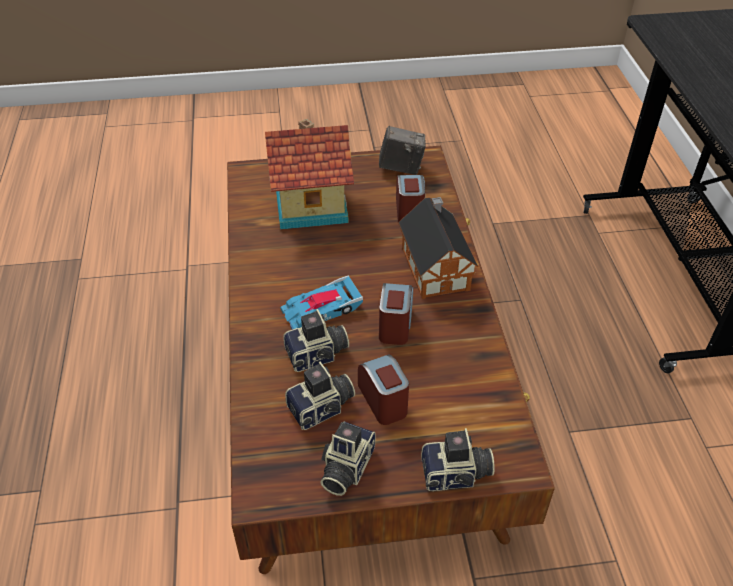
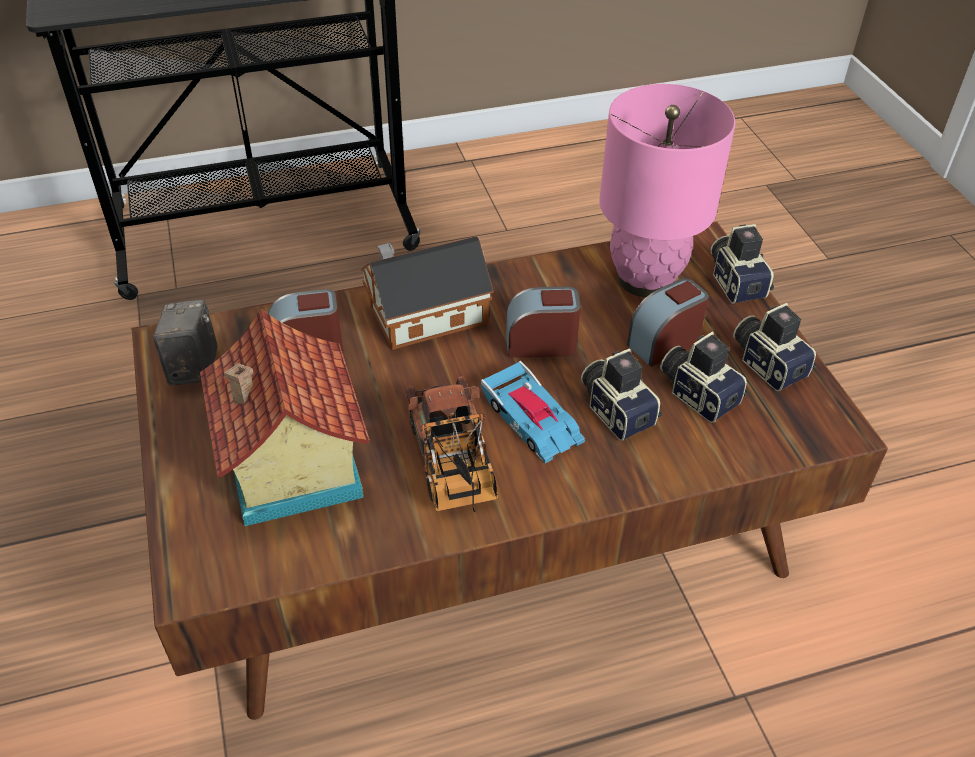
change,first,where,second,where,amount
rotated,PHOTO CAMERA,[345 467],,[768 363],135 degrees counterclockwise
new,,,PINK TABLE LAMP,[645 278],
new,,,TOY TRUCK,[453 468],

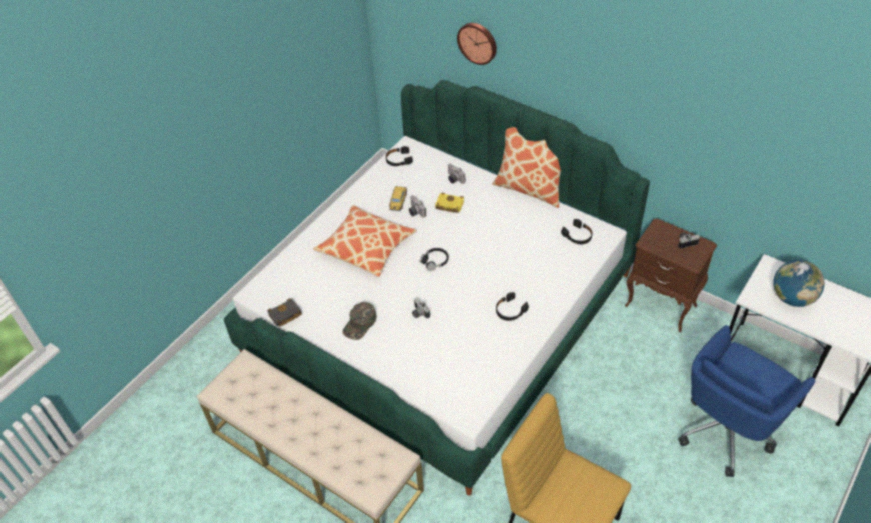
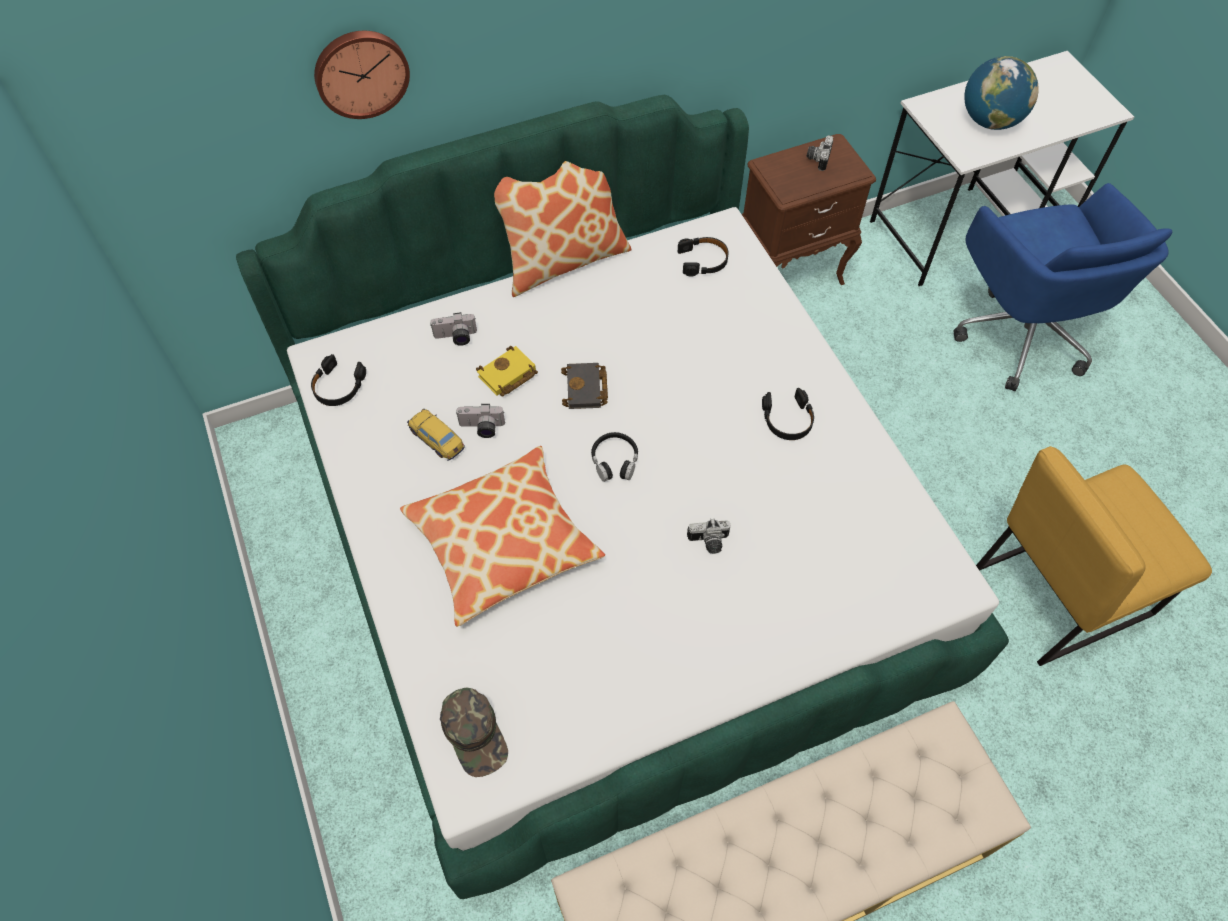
change,first,where,second,where,amount
shifted,BLACK BOOK,[285 315],,[586 390],
shifted,GREEN CAP,[360 324],,[475 734],

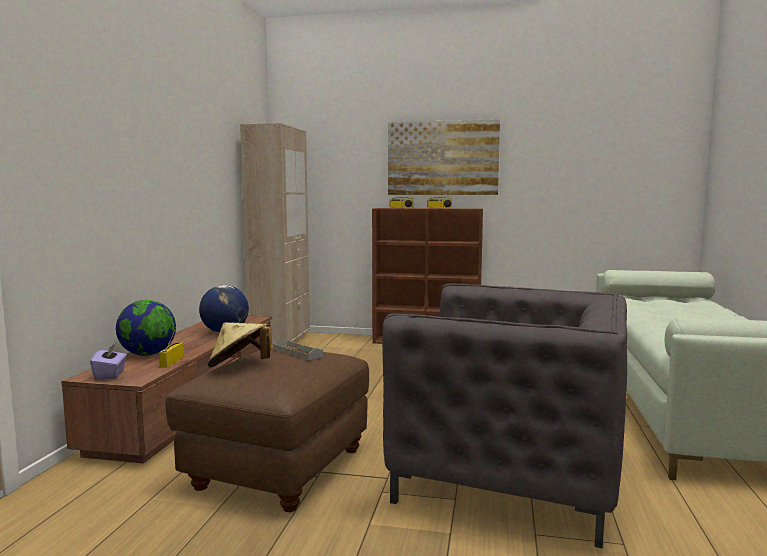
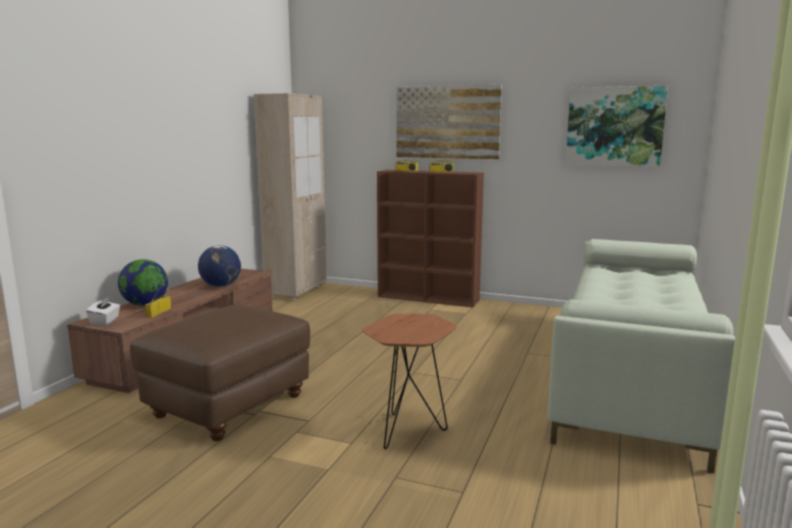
change,first,where,second,where,amount
swapped,GREY ARMCHAIR,[509 478],BROWN SIDE TABLE,[409 429],
gone,BEIGE HAT,[240 366],,,
gone,GREY TRAY,[297 352],,,
repainted,PURPLE TISSUE BOX,[110 375],WHITE TISSUE BOX,[105 321],
new,,,PICTURE,[614 126],

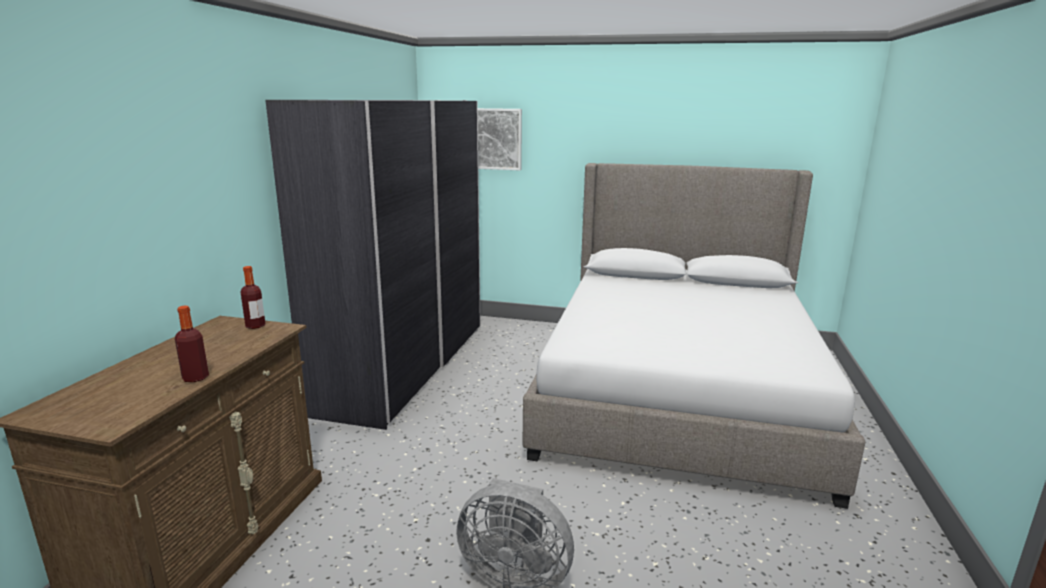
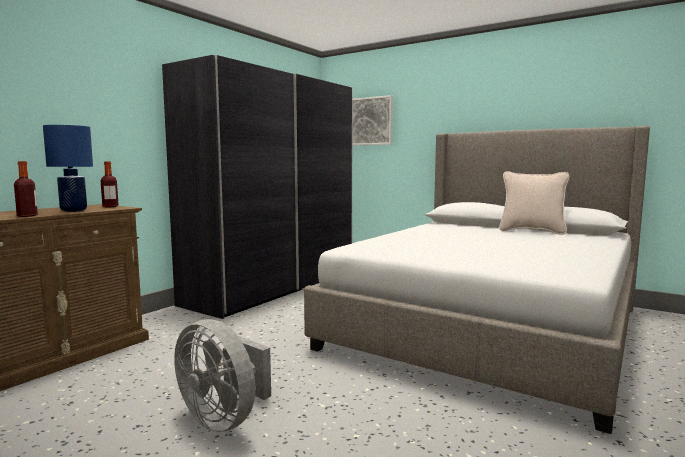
change,first,where,second,where,amount
new,,,BLUE TABLE LAMP,[73 211],
new,,,BEIGE PILLOW,[532 231],

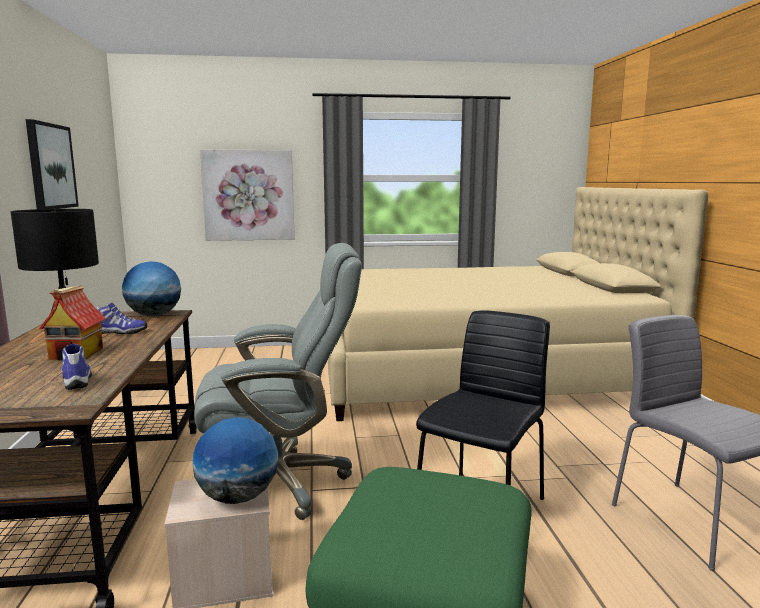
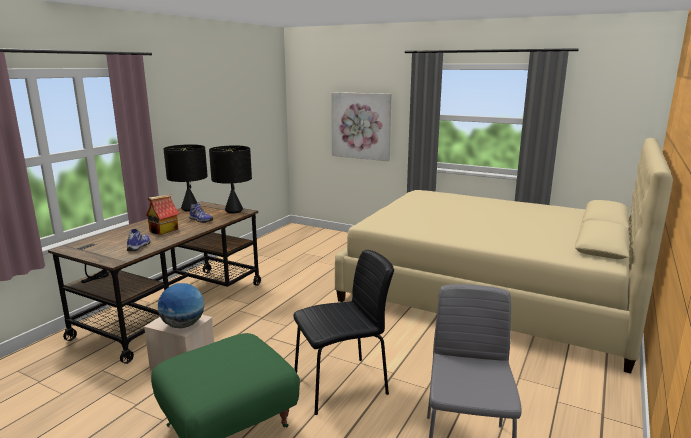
change,first,where,second,where,amount
gone,PICTURE,[50 166],,,
gone,GREY OFFICE CHAIR,[282 485],,,
swapped,GLOBE,[154 315],BLACK TABLE LAMP,[234 211],

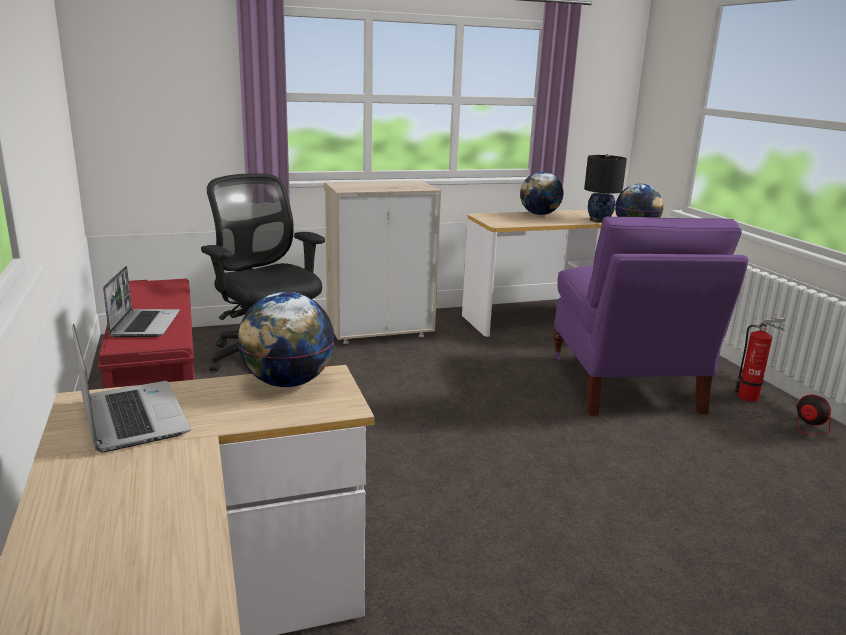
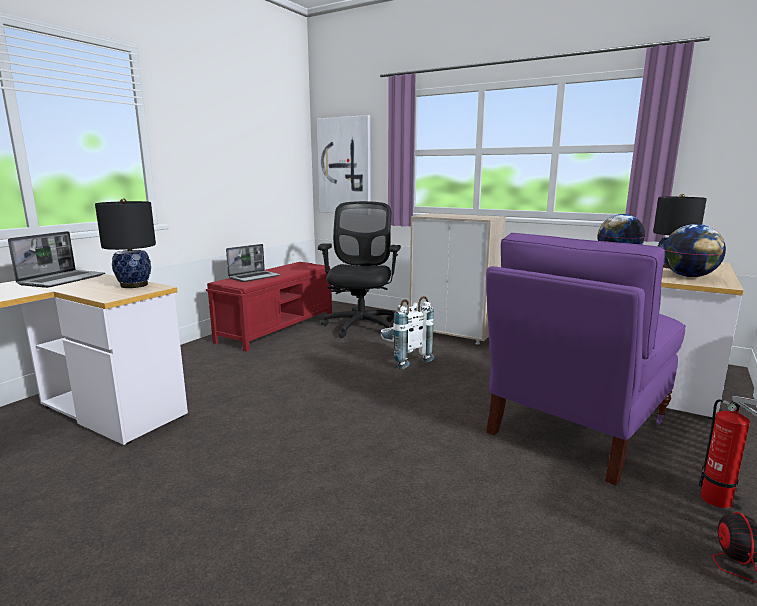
change,first,where,second,where,amount
swapped,GLOBE,[287 382],BLACK TABLE LAMP,[134 285],
new,,,PICTURE,[345 166],
new,,,WHITE BACKPACK,[403 360],

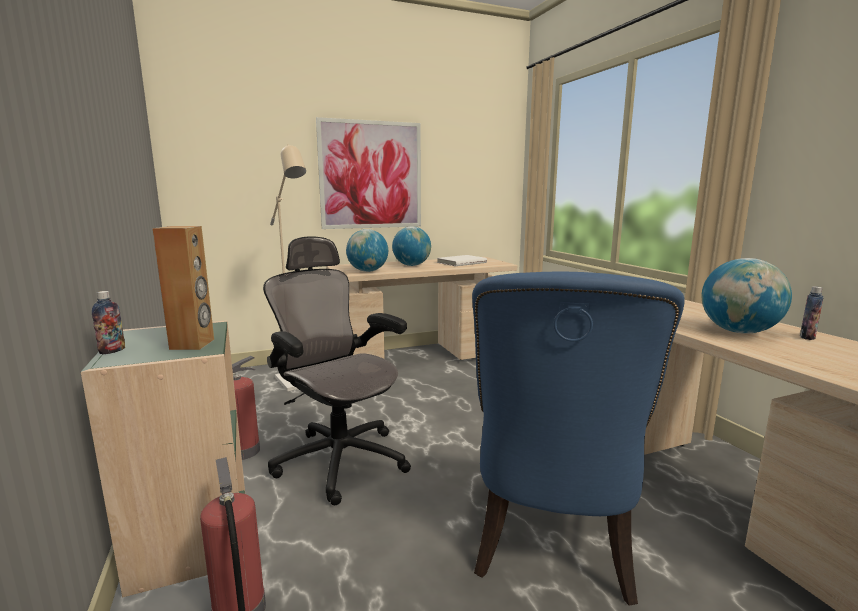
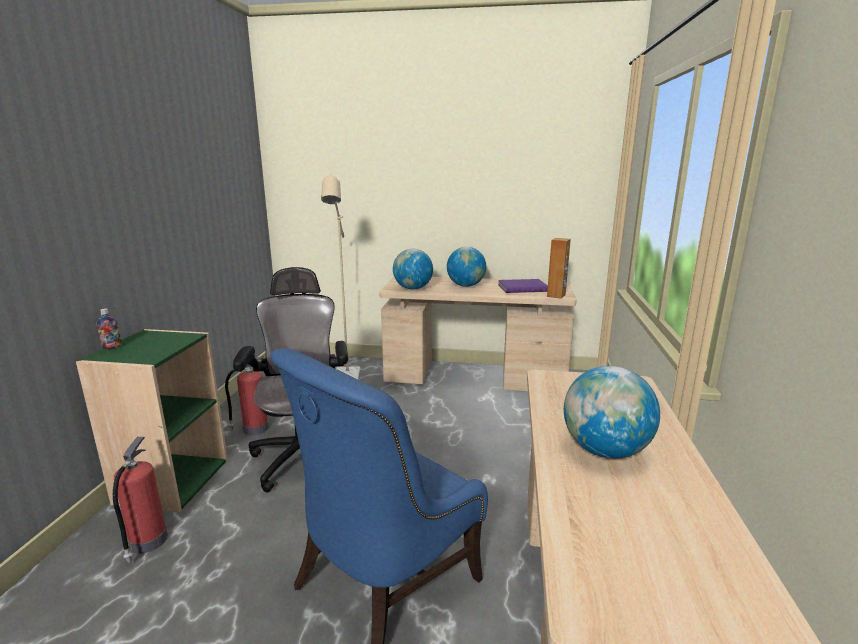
change,first,where,second,where,amount
gone,PICTURE,[371 175],,,
shifted,BROWN SPEAKER,[193 344],,[556 295],
repainted,WHITE BOOK,[461 262],PURPLE BOOK,[522 288],
gone,BOTTLE,[807 337],,,

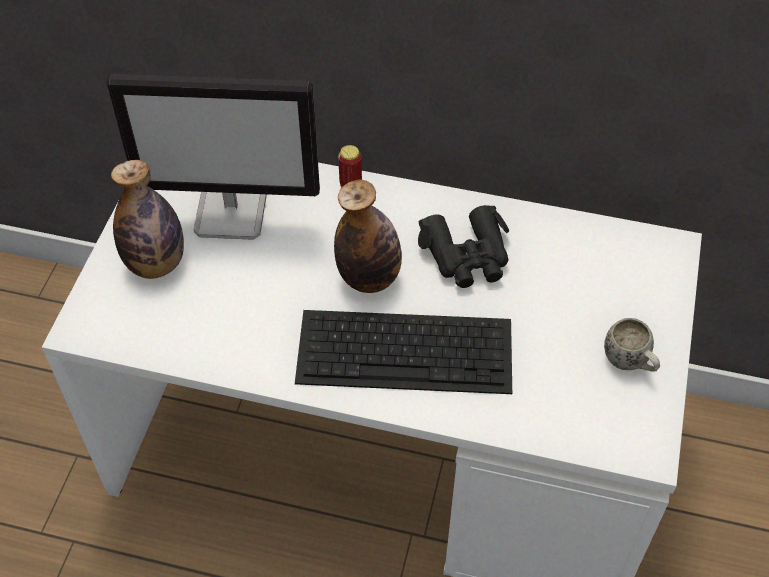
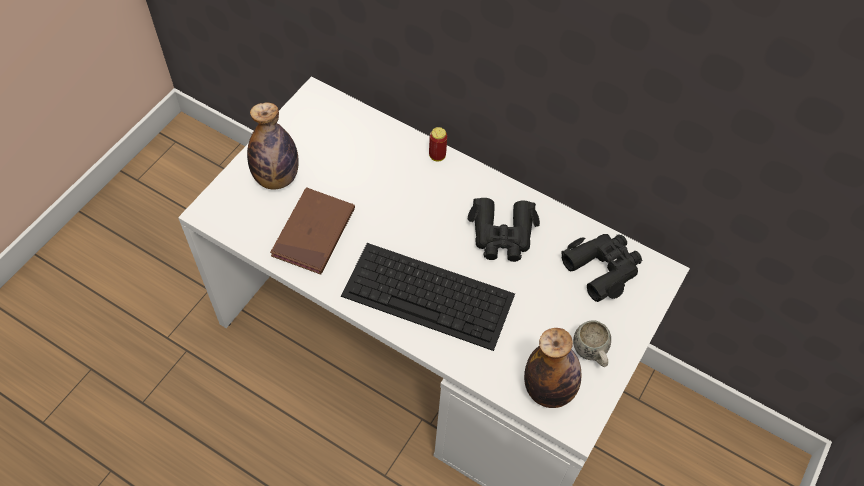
change,first,where,second,where,amount
gone,MONITOR,[233 213],,,
shifted,BOTTLE,[369 278],,[548 389],
new,,,BROWN BOOK,[314 233],
new,,,BLACK BINOCULARS,[602 268],

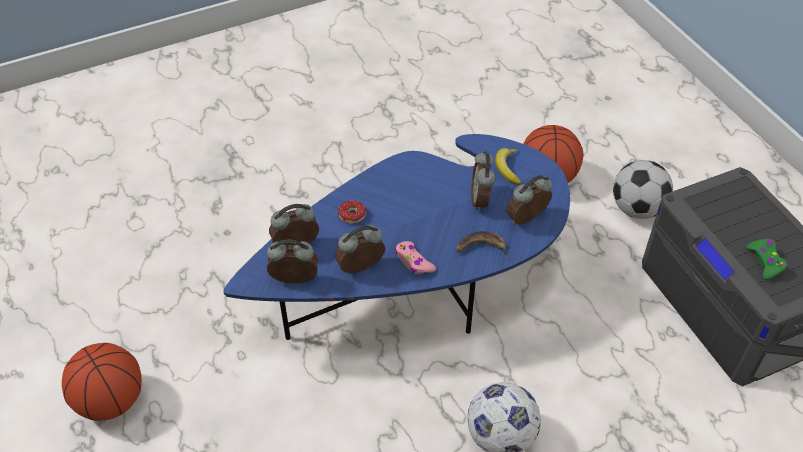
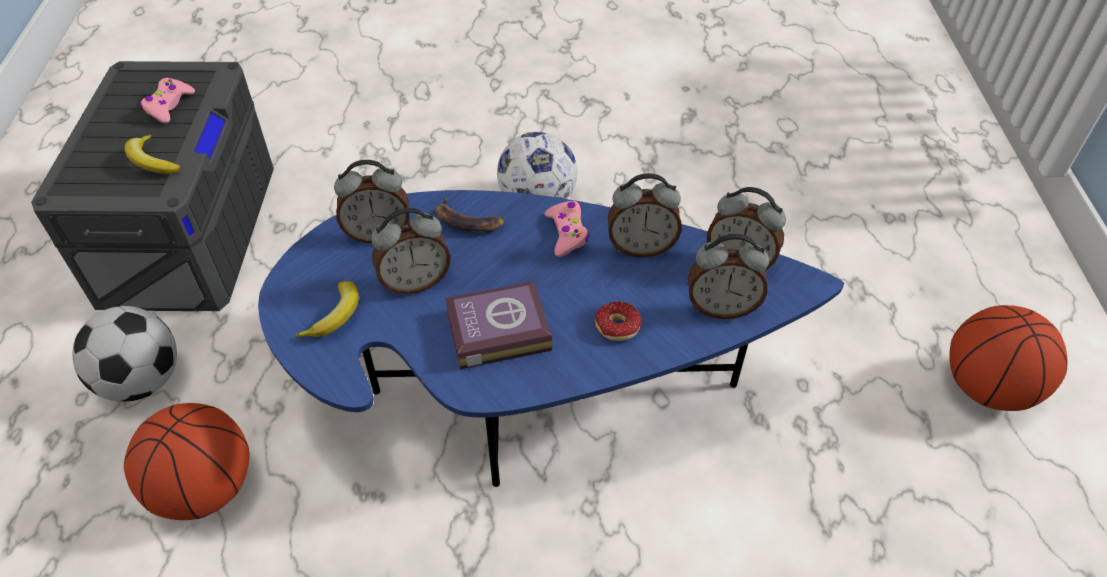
change,first,where,second,where,amount
rotated,ALARM CLOCK,[481 200],,[415 282],45 degrees clockwise
repainted,GREEN GAME CONTROLLER,[765 261],PINK GAME CONTROLLER,[169 106],
new,,,BANANA,[152 161],
new,,,BOOK,[495 330],

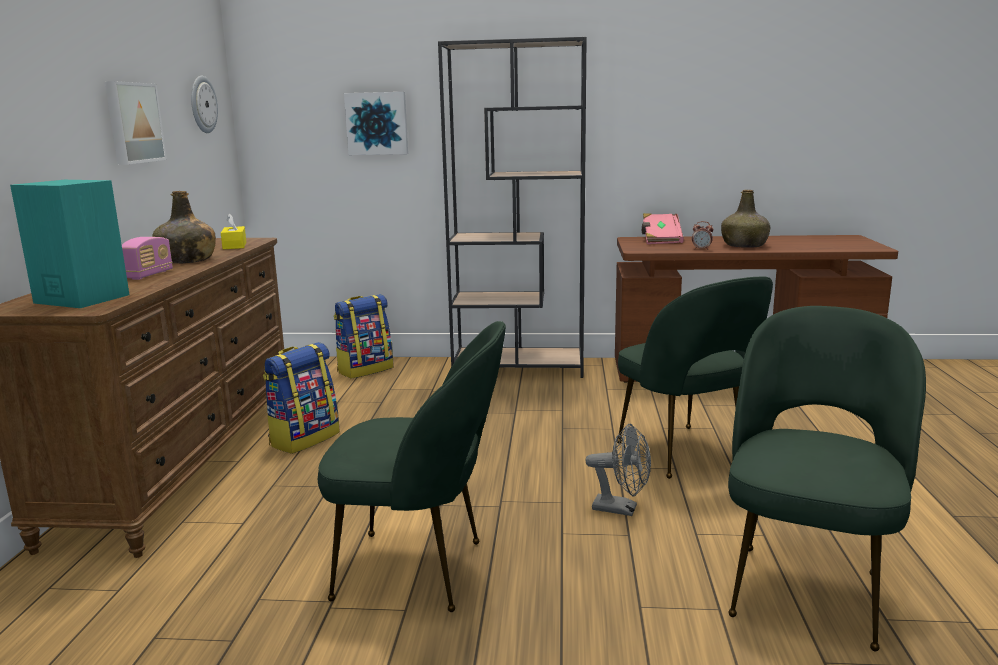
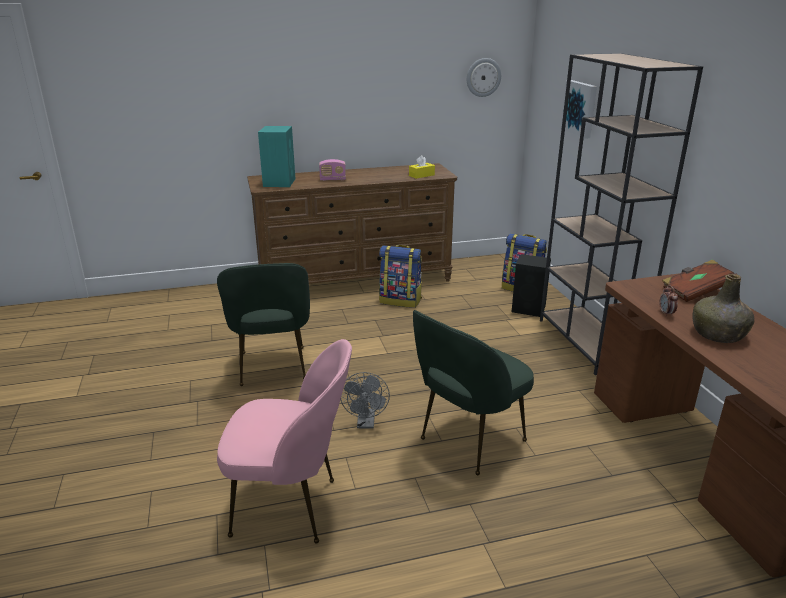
change,first,where,second,where,amount
gone,PICTURE,[133 123],,,
gone,GREEN BOTTLE,[187 260],,,
repainted,PINK BOOK,[660 240],BROWN BOOK,[695 292],
repainted,GREEN CHAIR,[807 586],PINK CHAIR,[294 509],
new,,,BLACK SPEAKER,[529 309],

